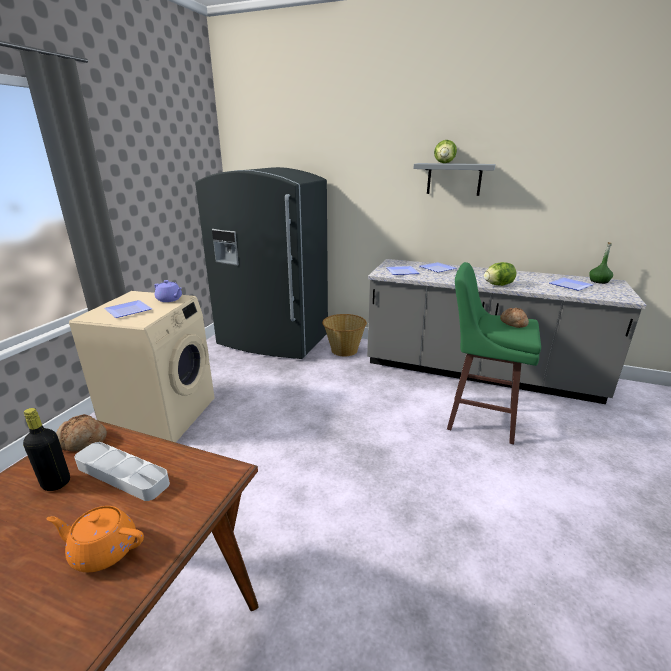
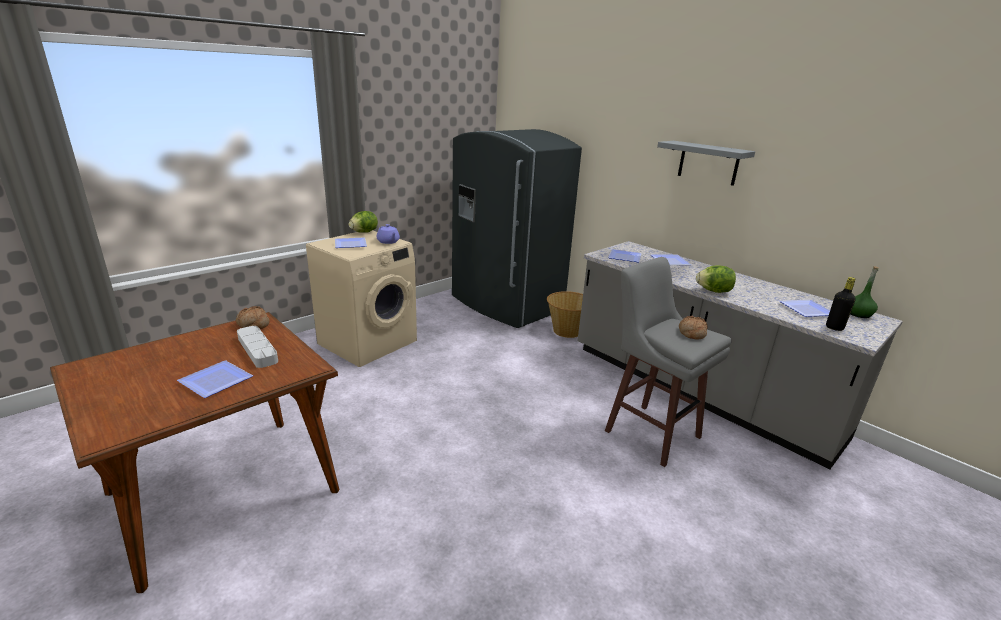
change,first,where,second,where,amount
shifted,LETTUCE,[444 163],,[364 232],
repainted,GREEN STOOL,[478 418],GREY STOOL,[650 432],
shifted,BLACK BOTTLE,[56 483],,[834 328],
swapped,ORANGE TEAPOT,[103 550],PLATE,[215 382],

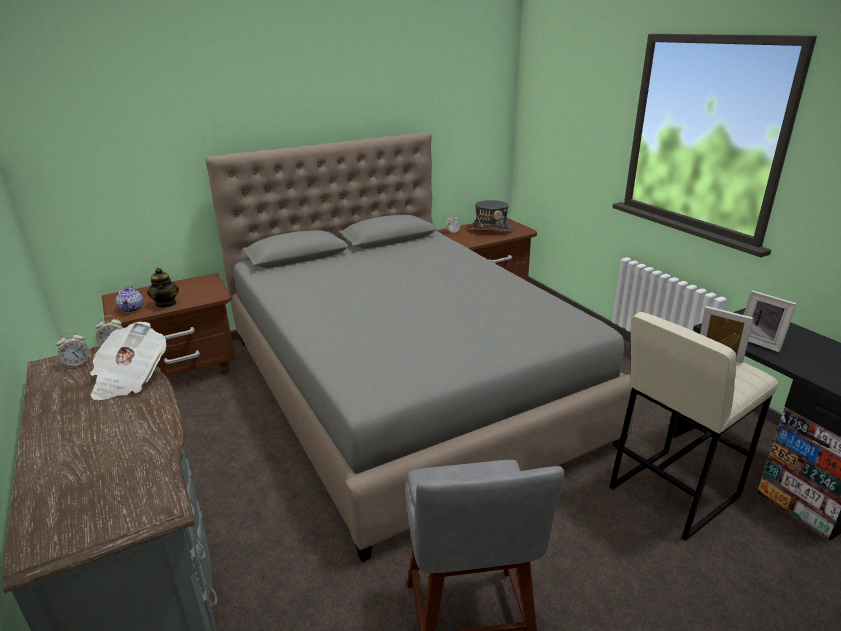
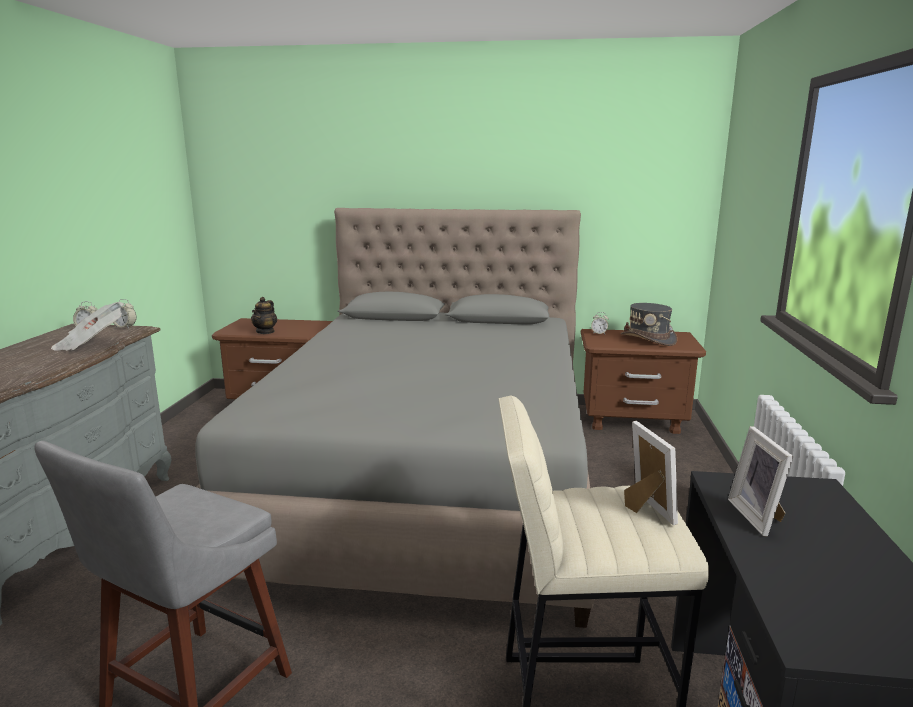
change,first,where,second,where,amount
gone,TEAPOT,[132 309],,,

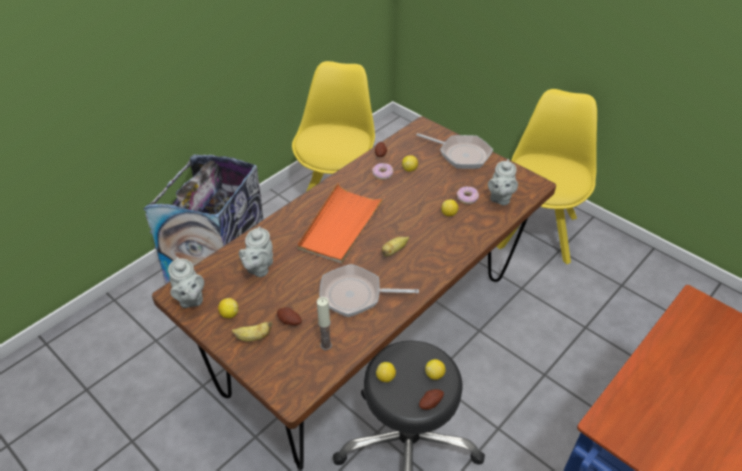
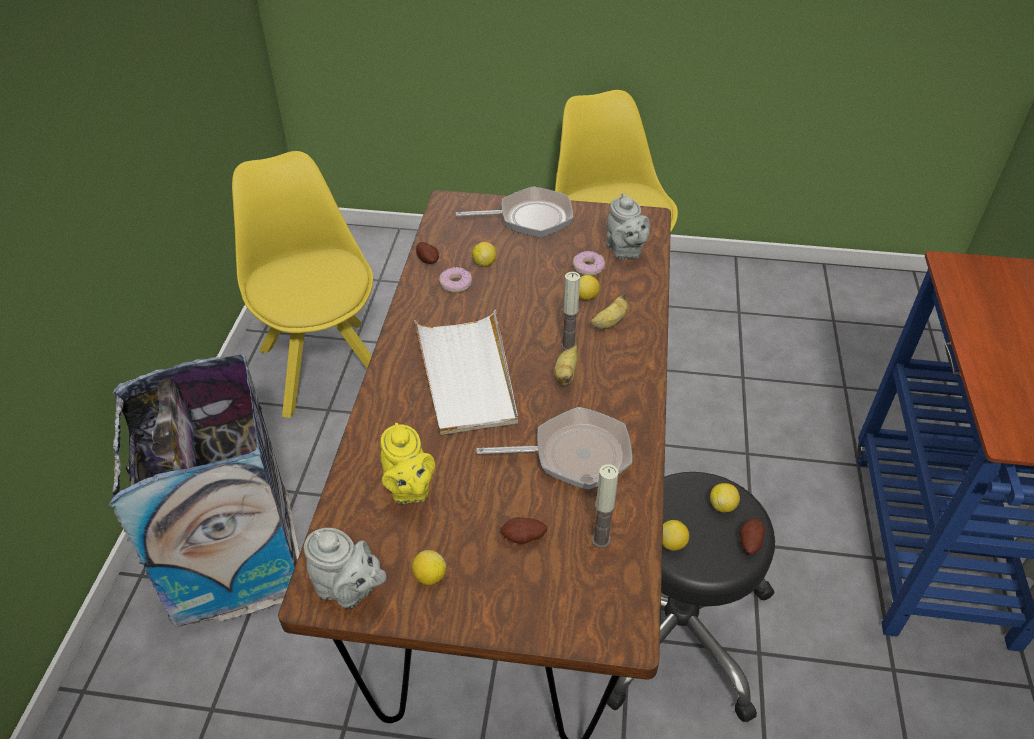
change,first,where,second,where,amount
repainted,ORANGE TRAY,[341 226],WHITE TRAY,[466 376],
repainted,GREY TEAPOT,[259 268],YELLOW TEAPOT,[409 489],
rotated,FRYING PAN,[355 295],,[574 455],150 degrees counterclockwise
shifted,BANANA,[253 337],,[609 323],
new,,,CANDLE,[568 346],

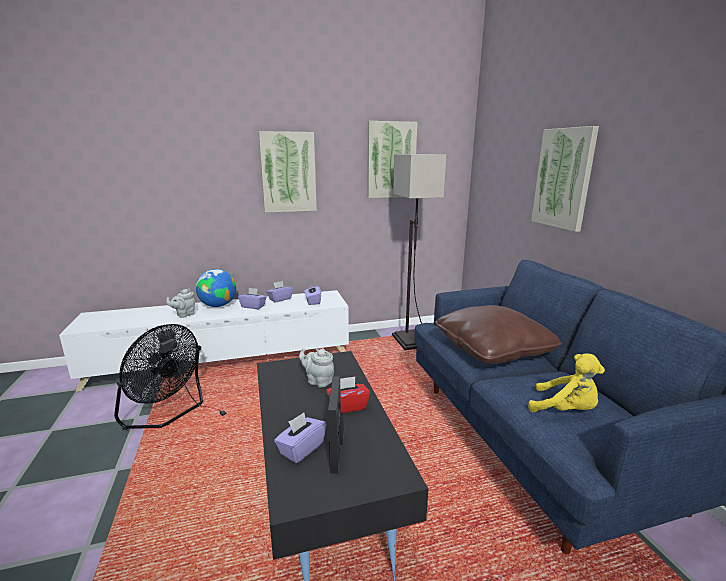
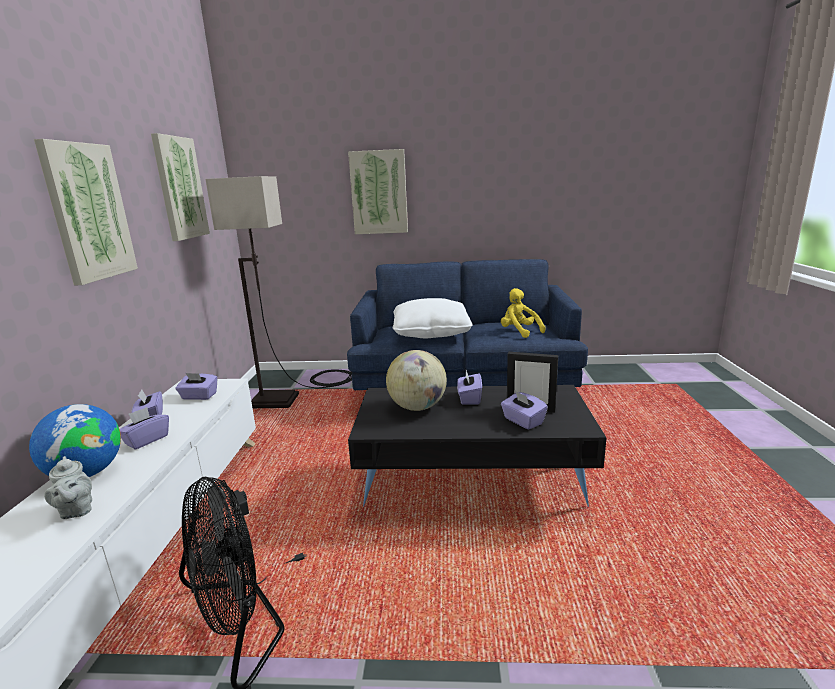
change,first,where,second,where,amount
repainted,BROWN PILLOW,[492 349],WHITE PILLOW,[431 333],
swapped,GREY TEAPOT,[318 381],GLOBE,[417 407],
rotated,YELLOW PLUSH TOY,[565 410],,[519 332],90 degrees counterclockwise
repainted,RED TISSUE BOX,[347 406],PURPLE TISSUE BOX,[469 398],

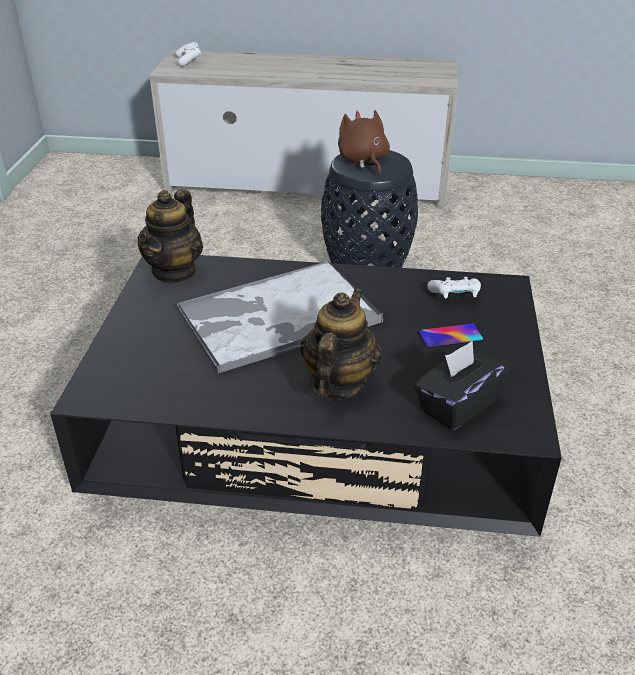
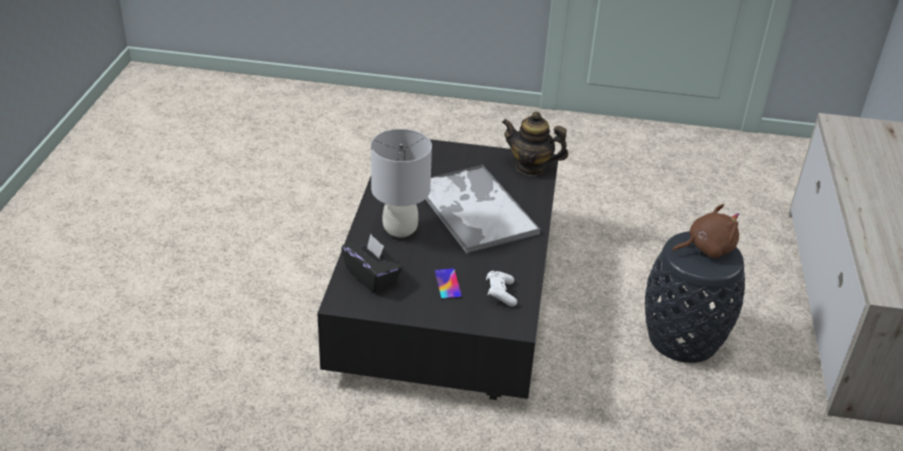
change,first,where,second,where,amount
gone,WHITE GAME CONTROLLER,[189 61],,,
swapped,TEAPOT,[338 384],GREY TABLE LAMP,[399 230],

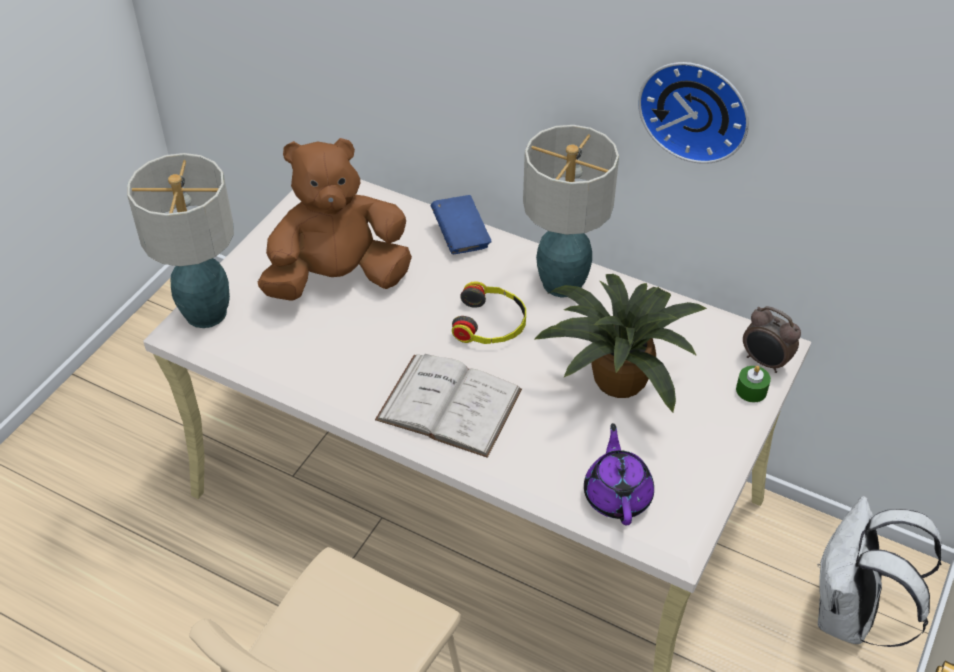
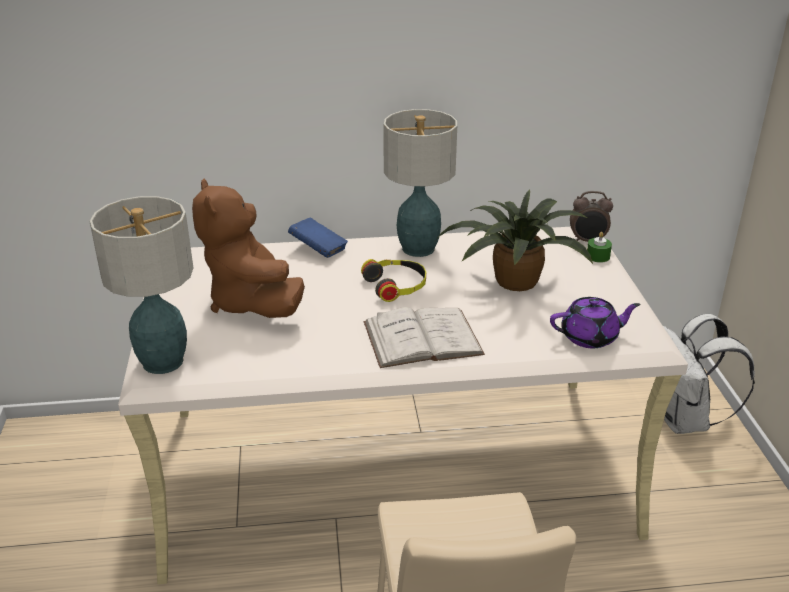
change,first,where,second,where,amount
gone,WALL CLOCK,[696 108],,,
rotated,BROWN PLUSH TOY,[338 278],,[252 302],60 degrees counterclockwise
rotated,PURPLE TEAPOT,[617 495],,[590 337],120 degrees clockwise

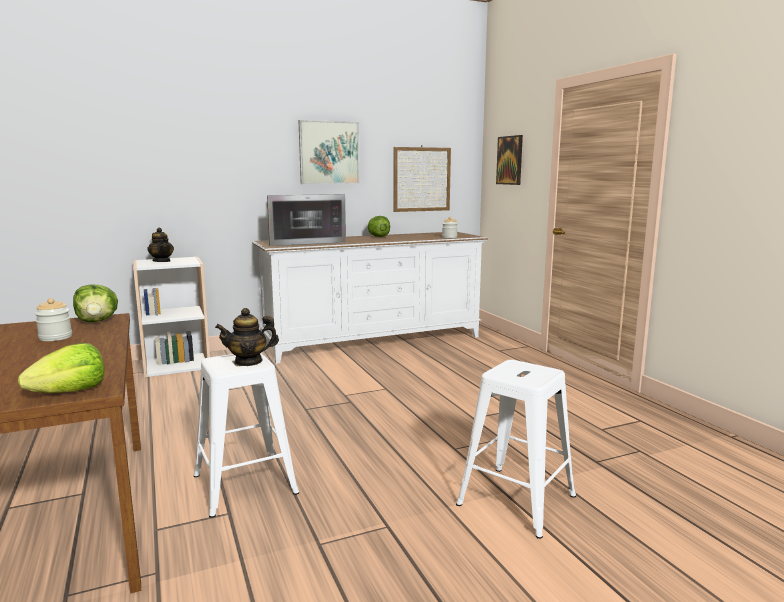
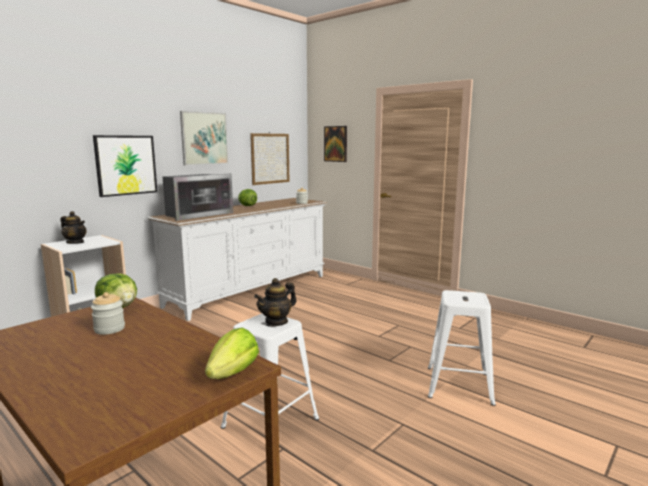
change,first,where,second,where,amount
new,,,PICTURE,[126 165],

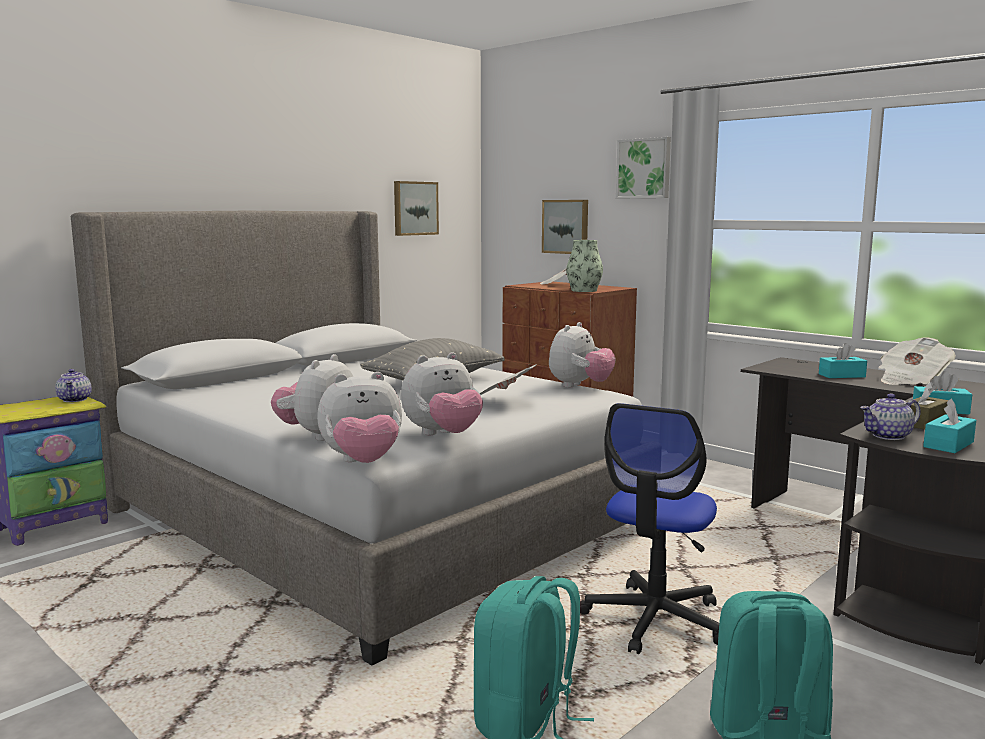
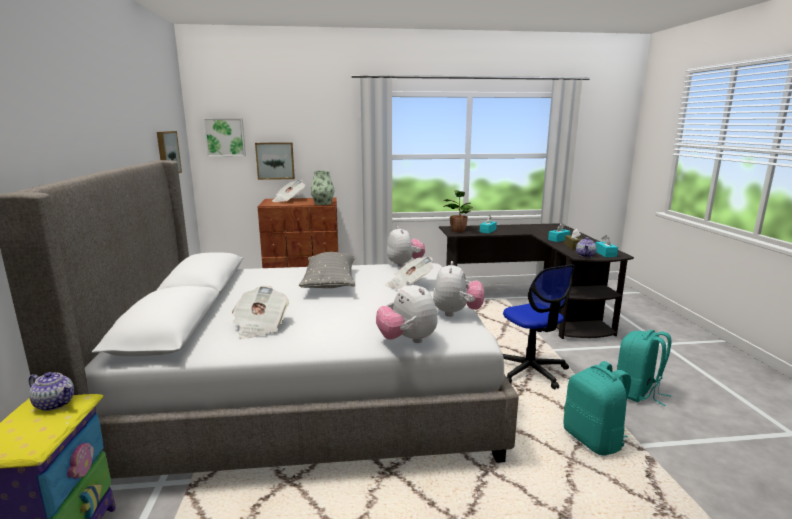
change,first,where,second,where,amount
shifted,PICTURE,[644 168],,[225 137],
shifted,NEWSPAPER,[911 380],,[260 326],
gone,PLUSH TOY,[363 463],,,
new,,,POTTED PLANT,[457 230],

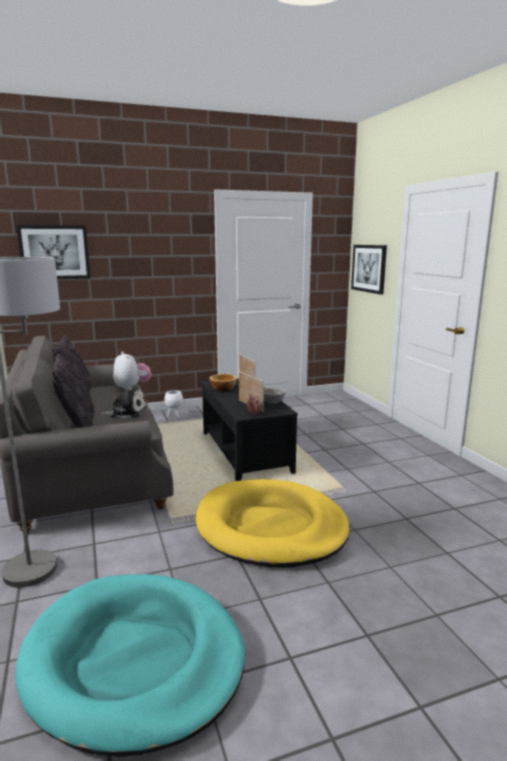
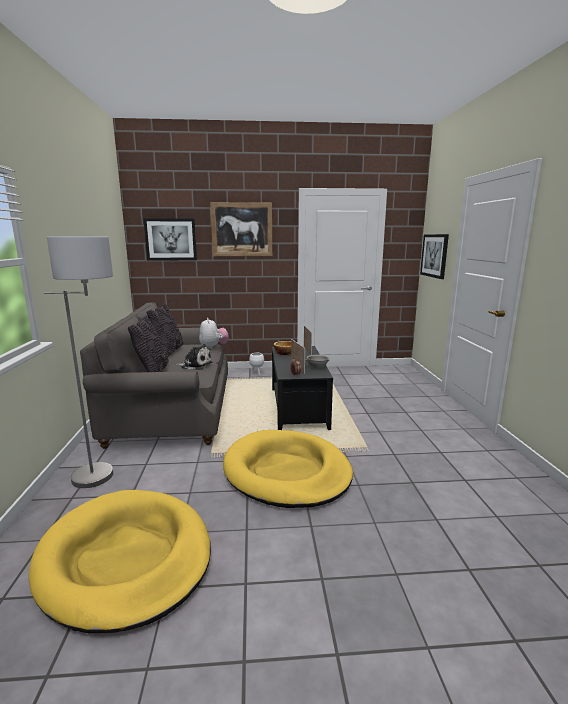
change,first,where,second,where,amount
repainted,TURQUOISE DOG BED,[134 661],YELLOW DOG BED,[126 559],
new,,,PICTURE,[242 229],

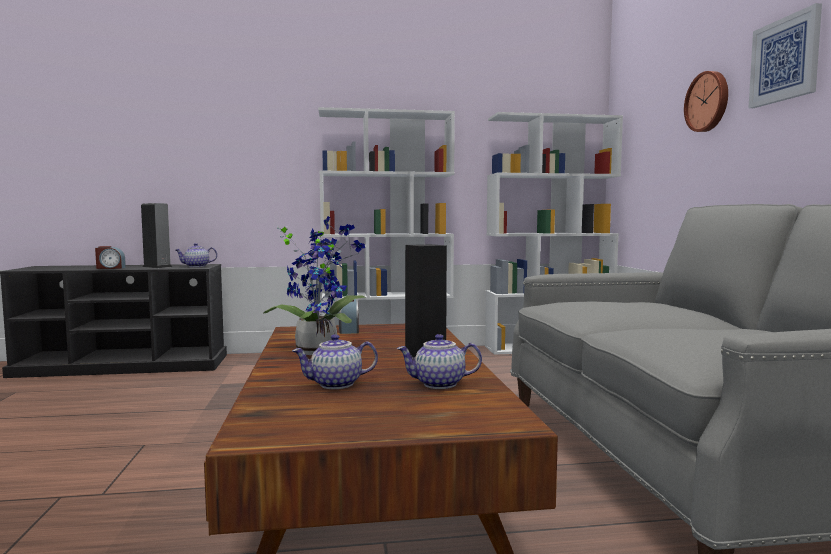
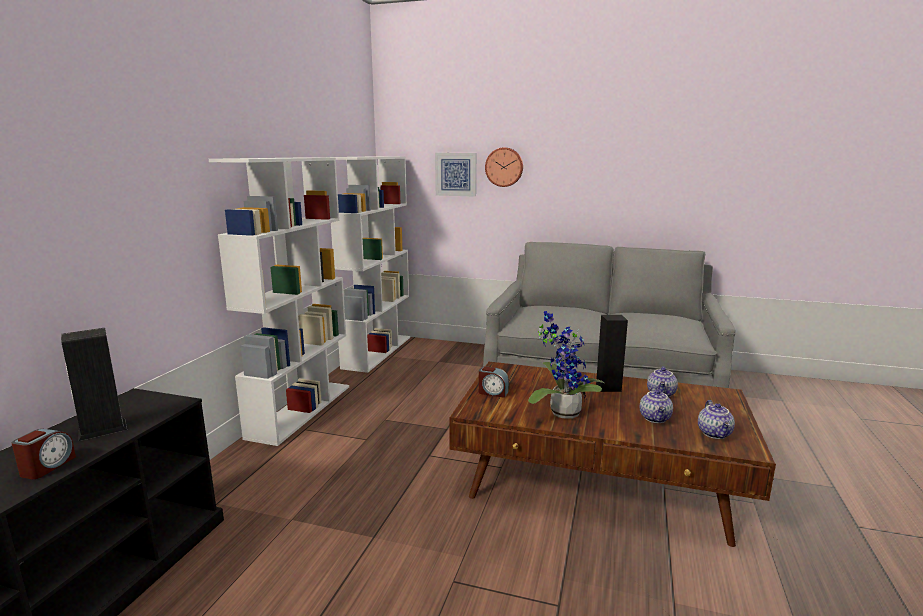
change,first,where,second,where,amount
shifted,PICTURE,[785 59],,[456 174],
shifted,TEAPOT,[196 266],,[715 434],

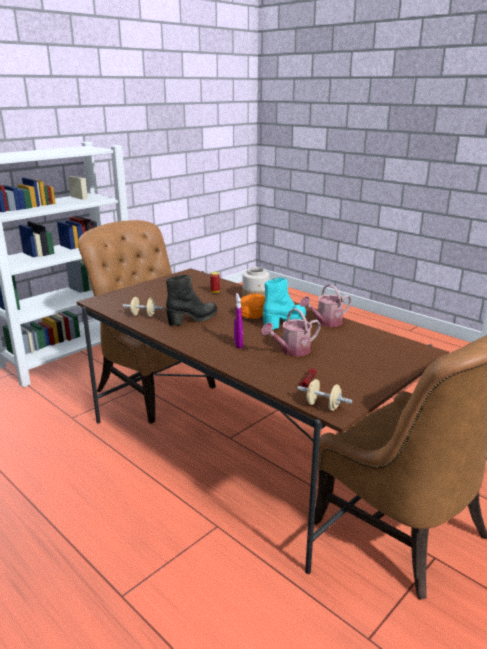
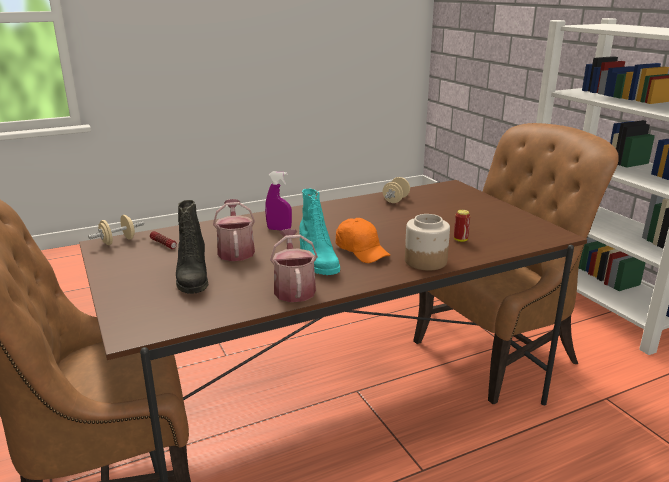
change,first,where,second,where,amount
shifted,BLACK BOOT,[193 319],,[192 279],

